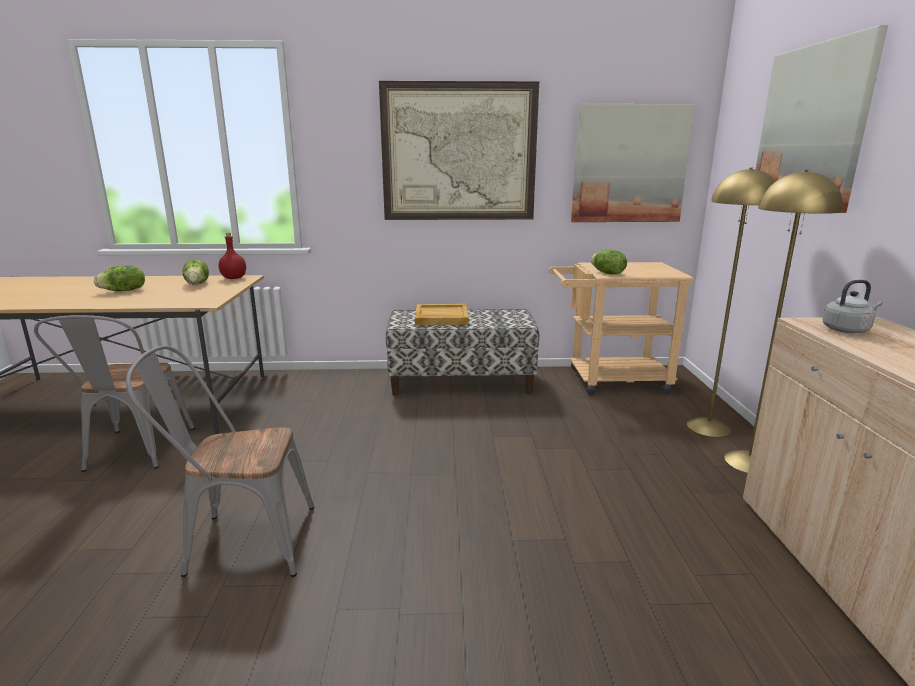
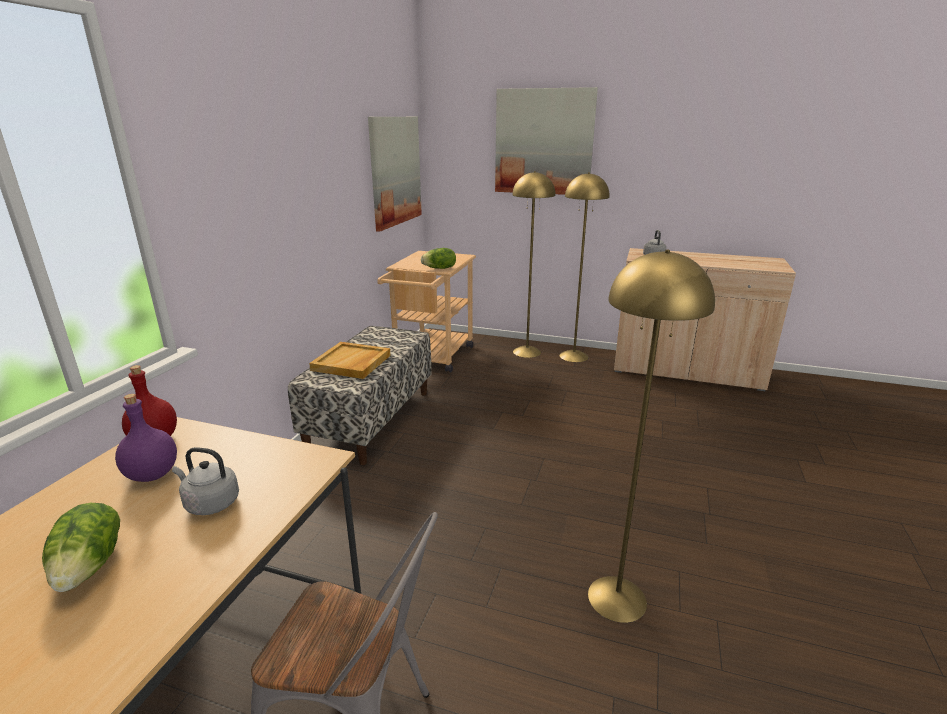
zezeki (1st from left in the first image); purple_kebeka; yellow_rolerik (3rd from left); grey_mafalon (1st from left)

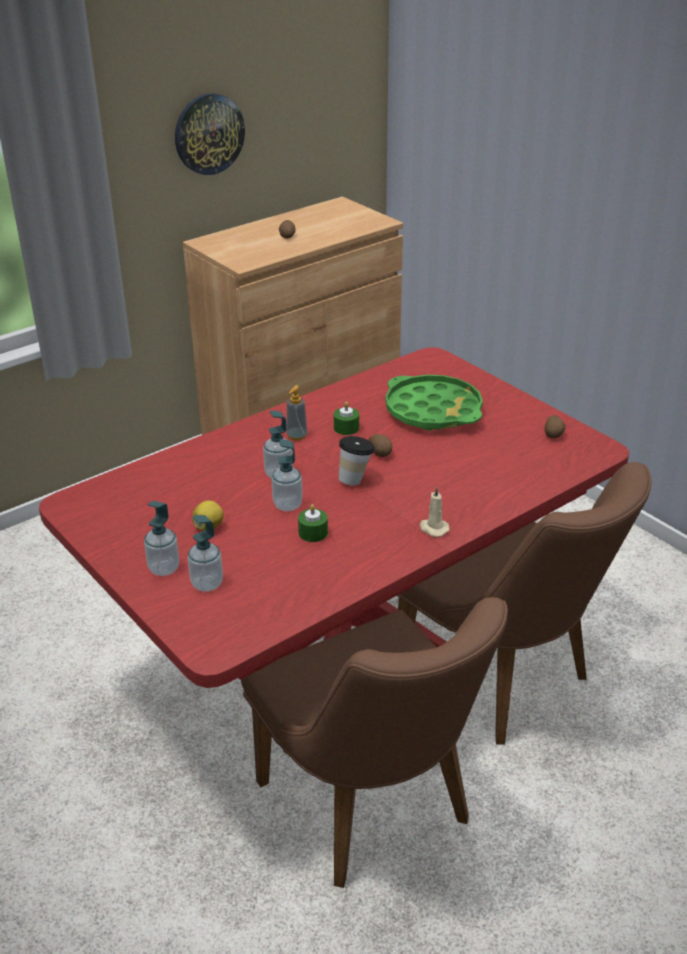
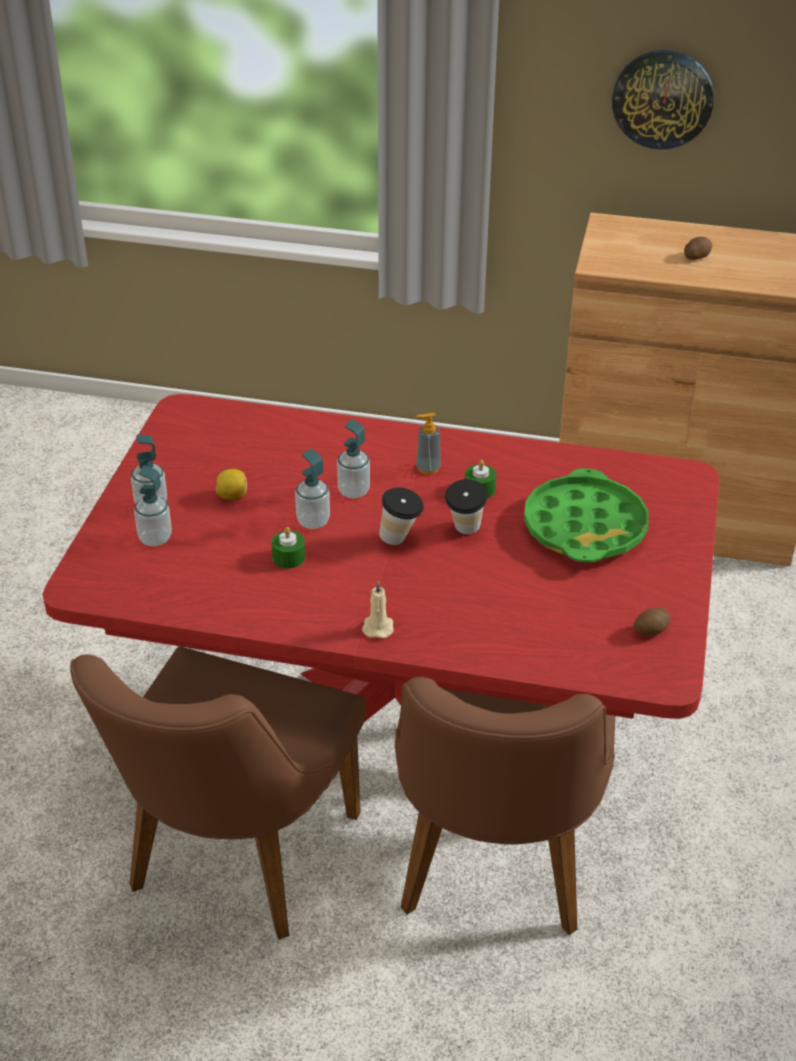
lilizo (2nd from left)

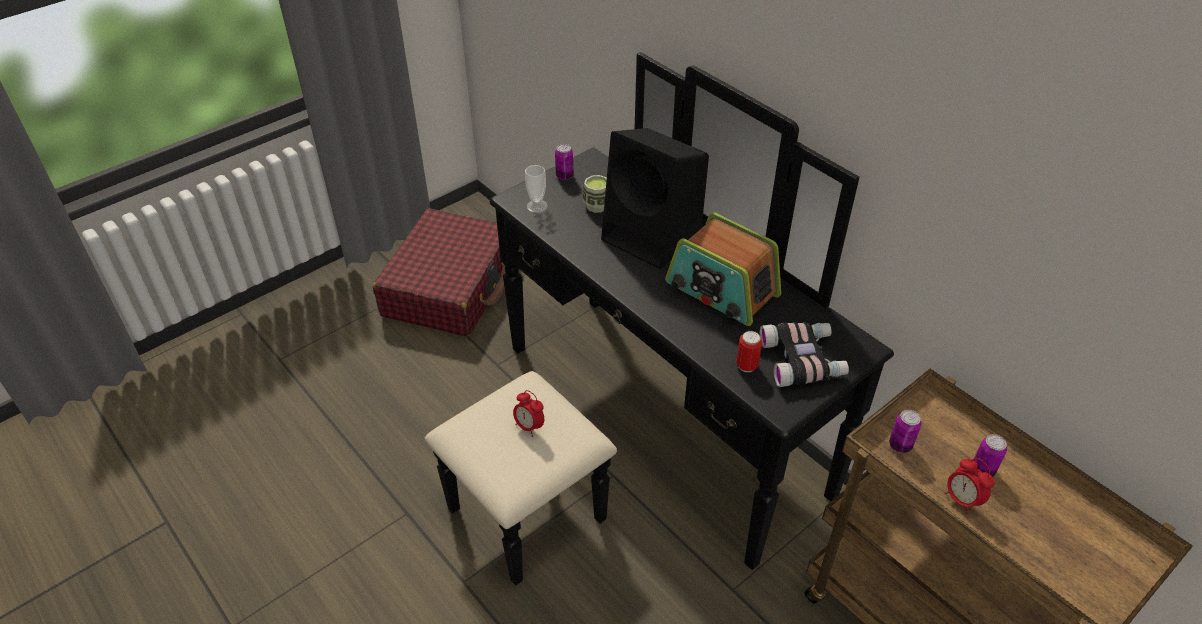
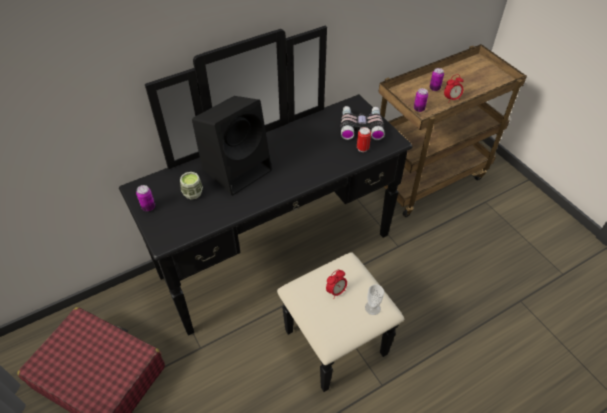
lilizo (2nd from left); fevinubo

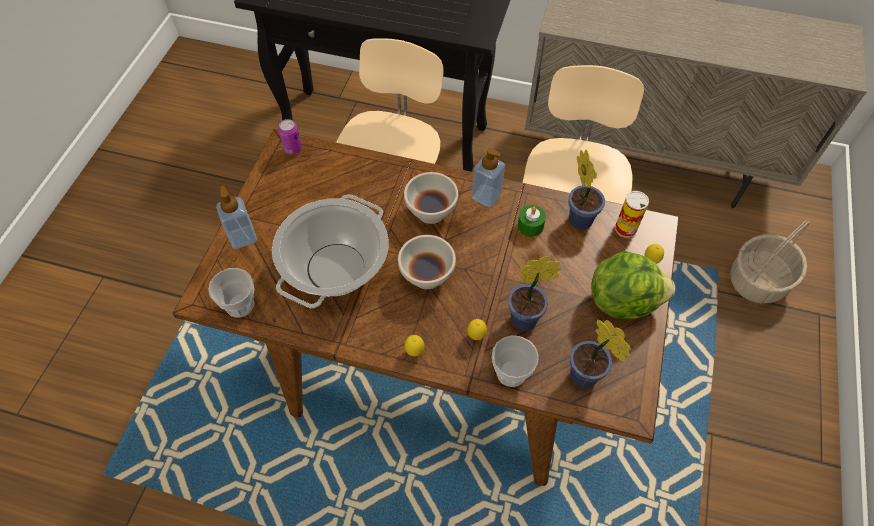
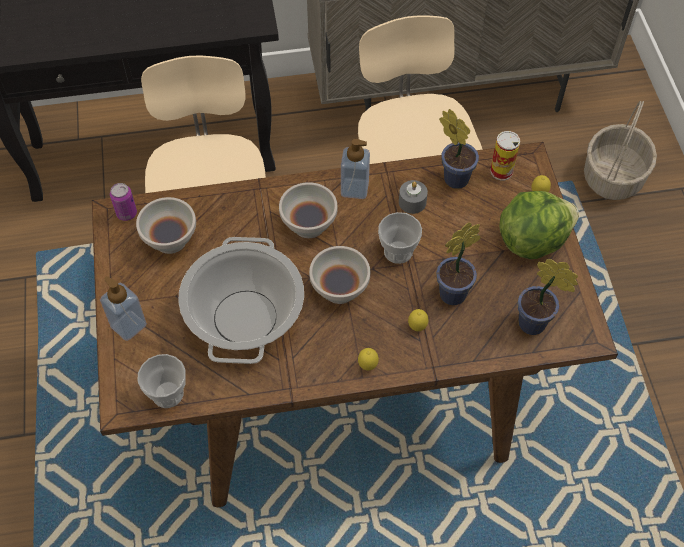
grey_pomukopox; lilizo (2nd from left); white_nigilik (1st from left)

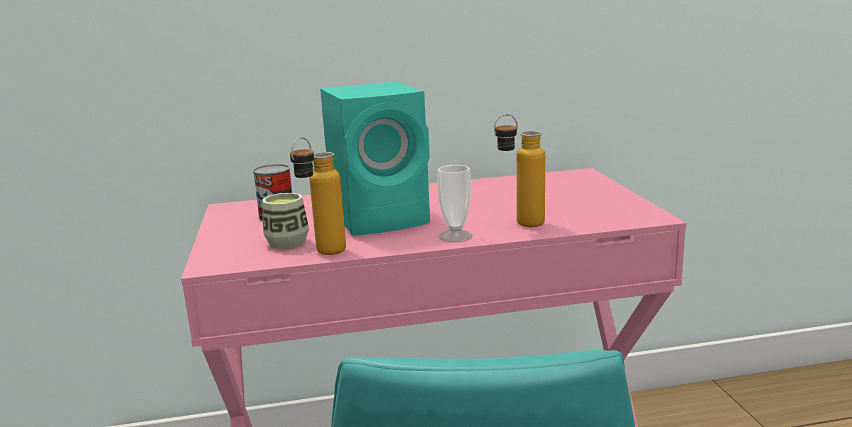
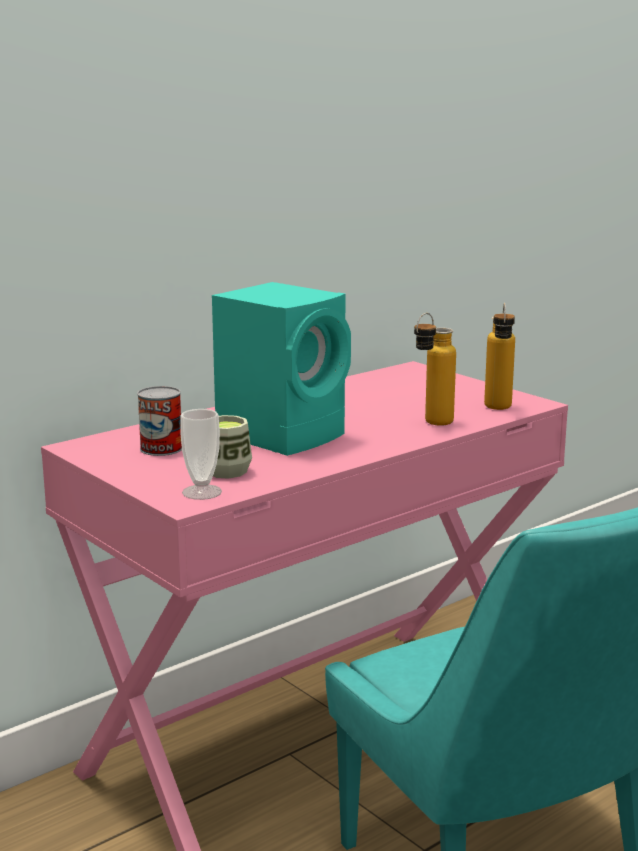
kebeka (2nd from left); lilizo (1st from left)

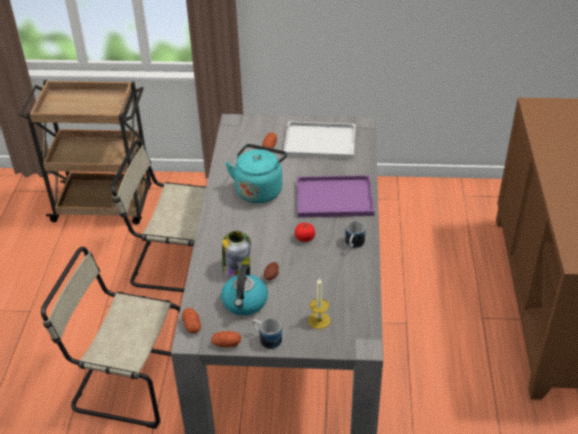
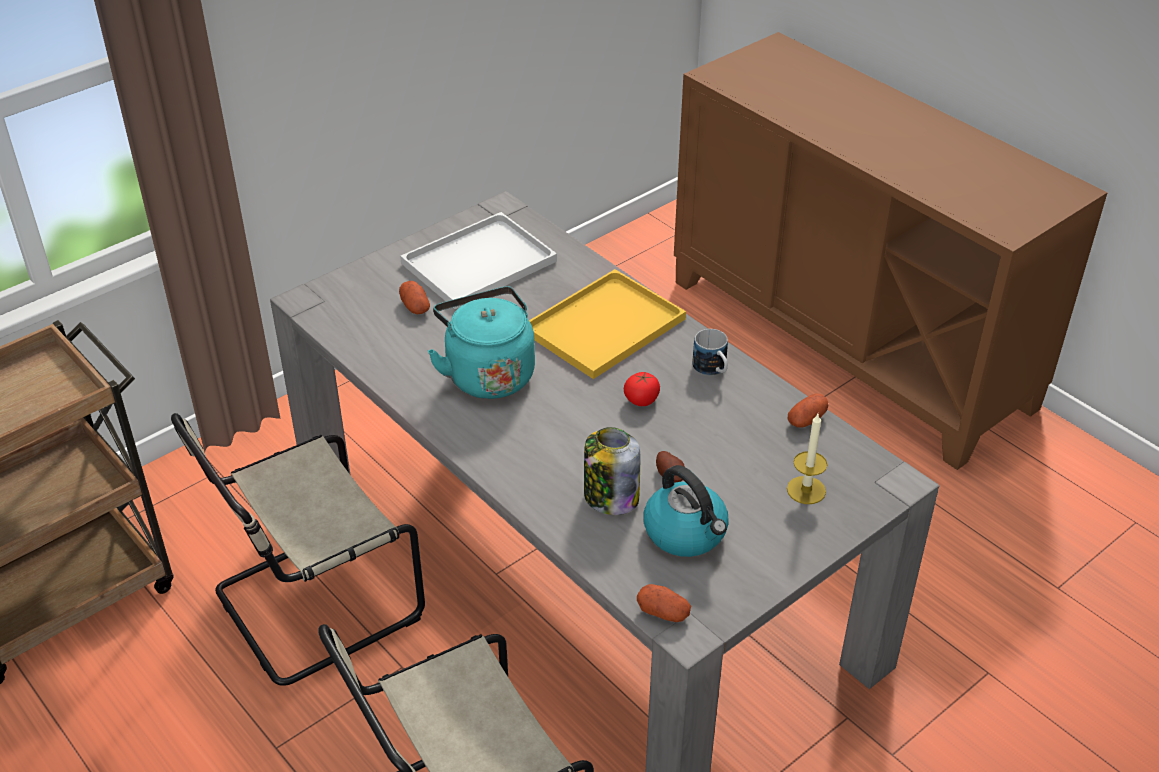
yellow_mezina; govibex (1st from left in the first image); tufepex (4th from left)

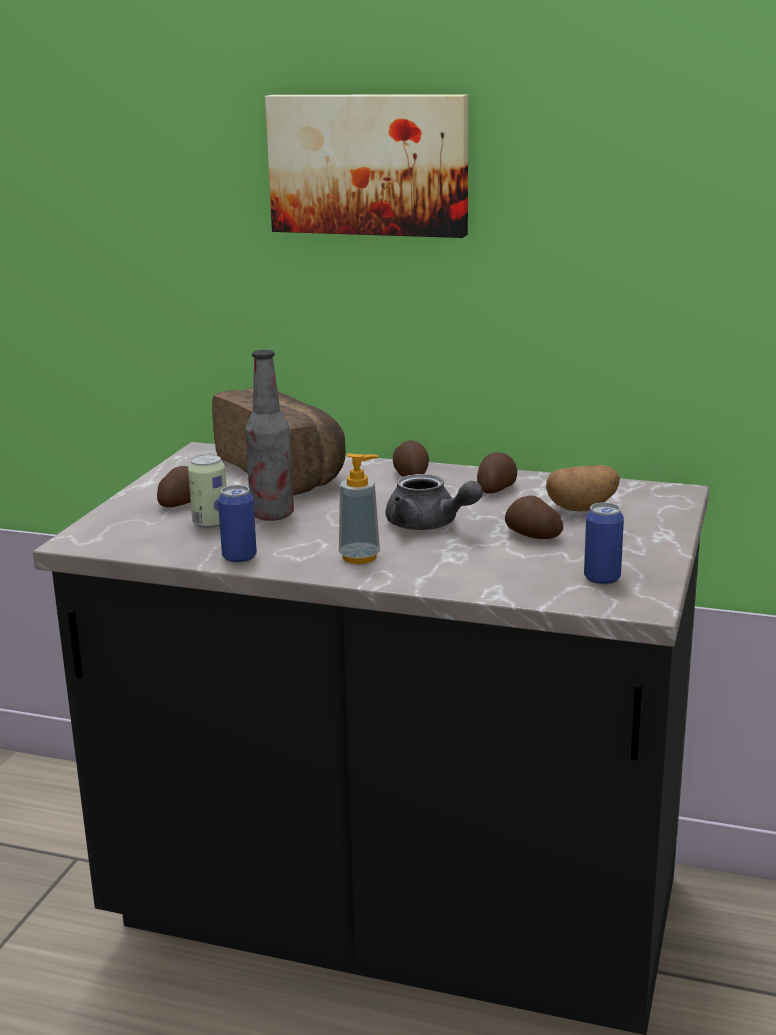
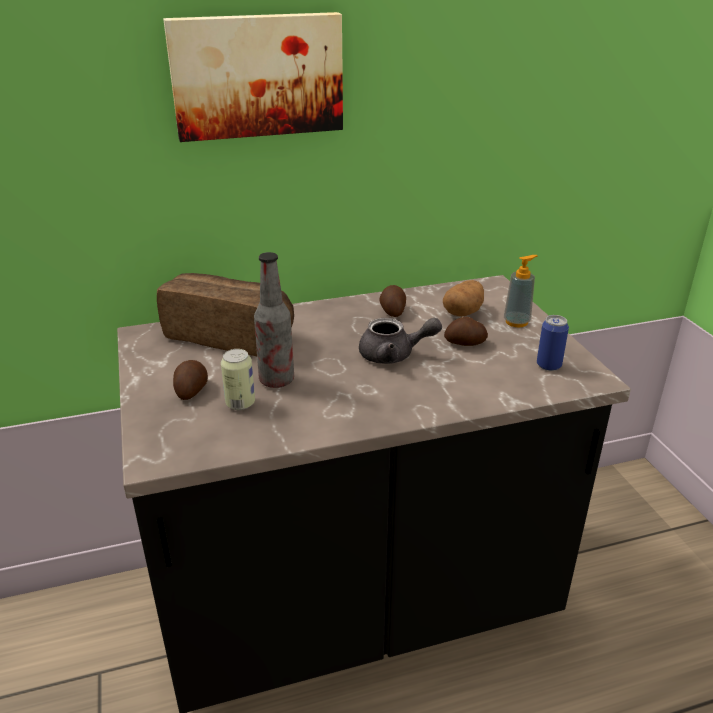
tufepex (2nd from left in the first image); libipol; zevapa (2nd from left in the first image)

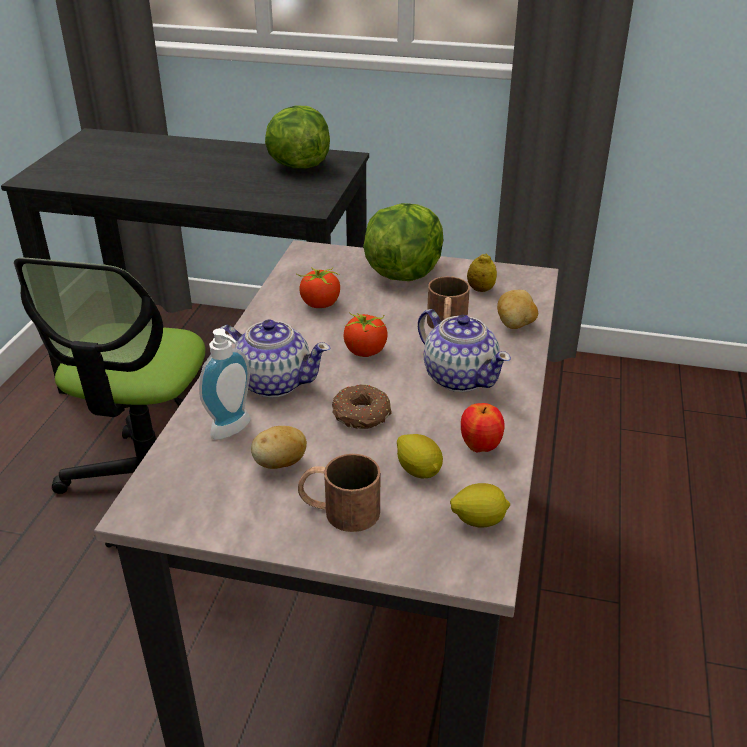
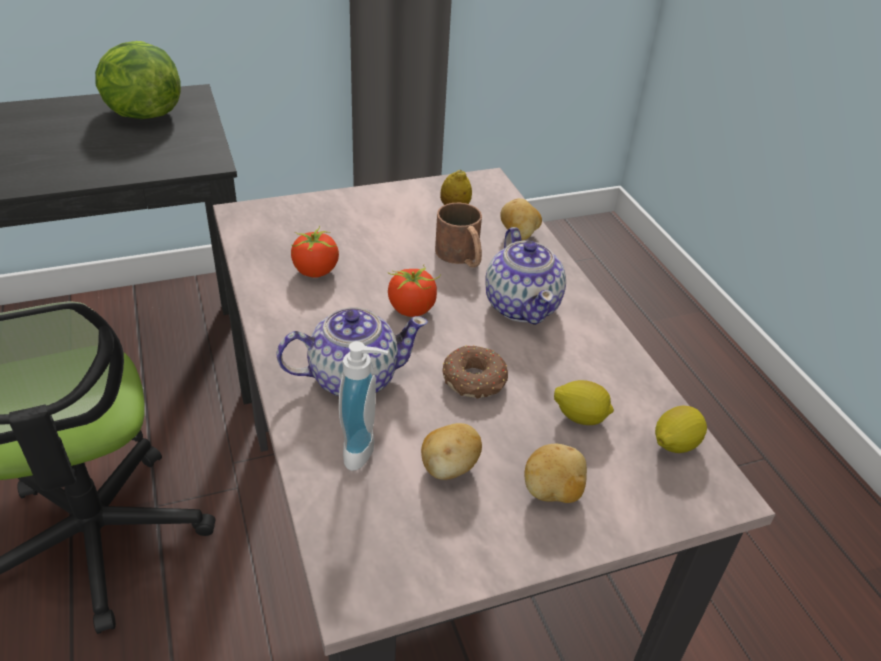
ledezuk (2nd from left in the first image); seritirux (2nd from left); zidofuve; tufepex (3rd from left)

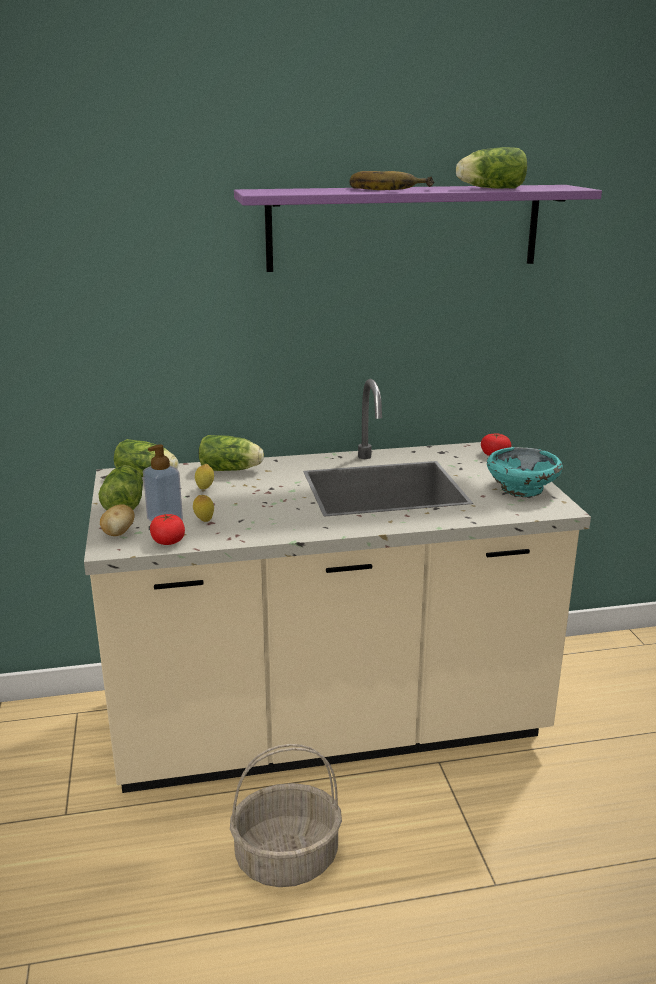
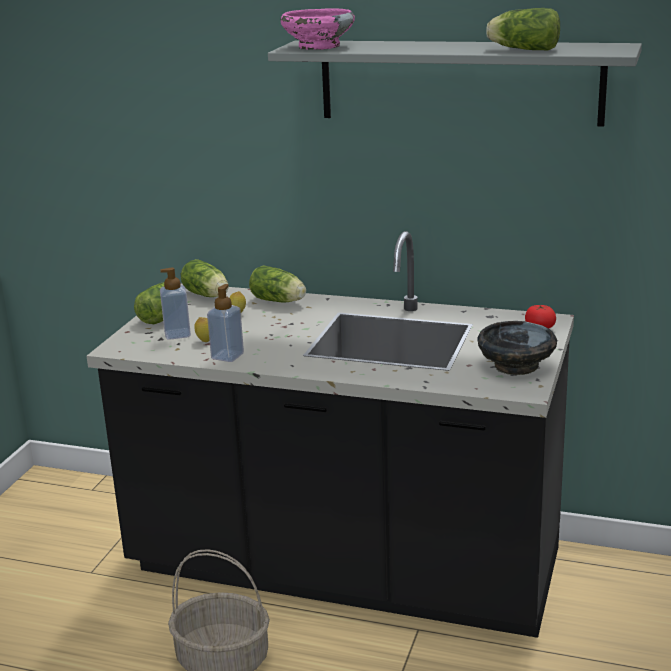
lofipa; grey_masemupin; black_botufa; black_nigilik; tufepex; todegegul (1st from left in the first image); pink_nigilik; libipol (2nd from left)

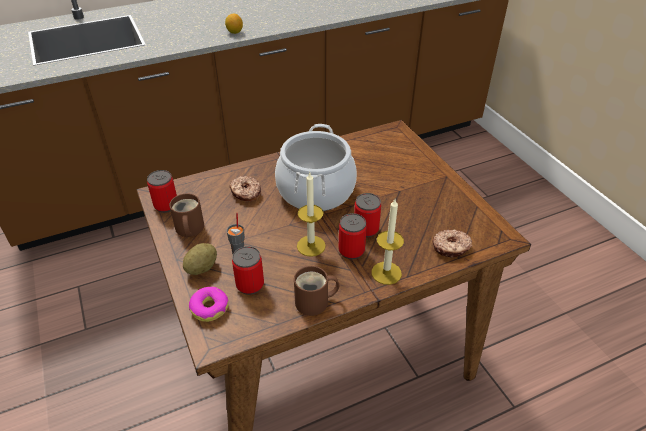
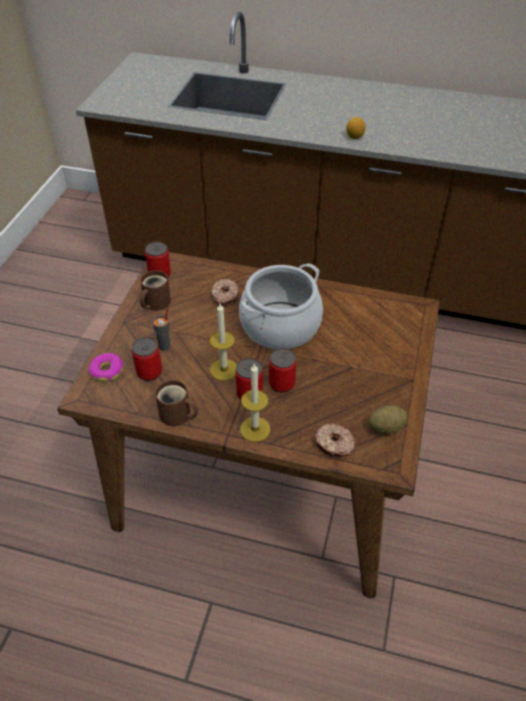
tufepex

